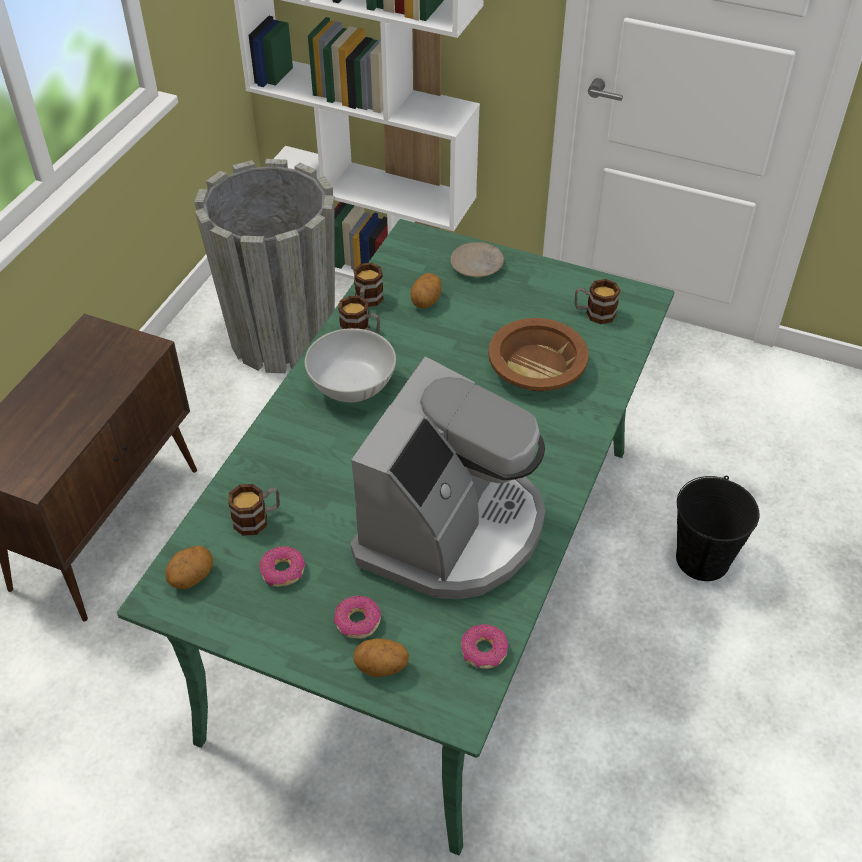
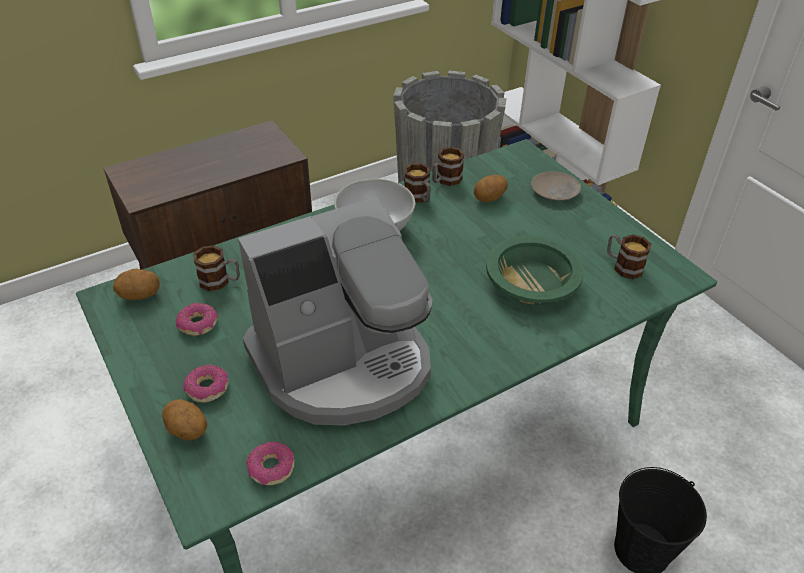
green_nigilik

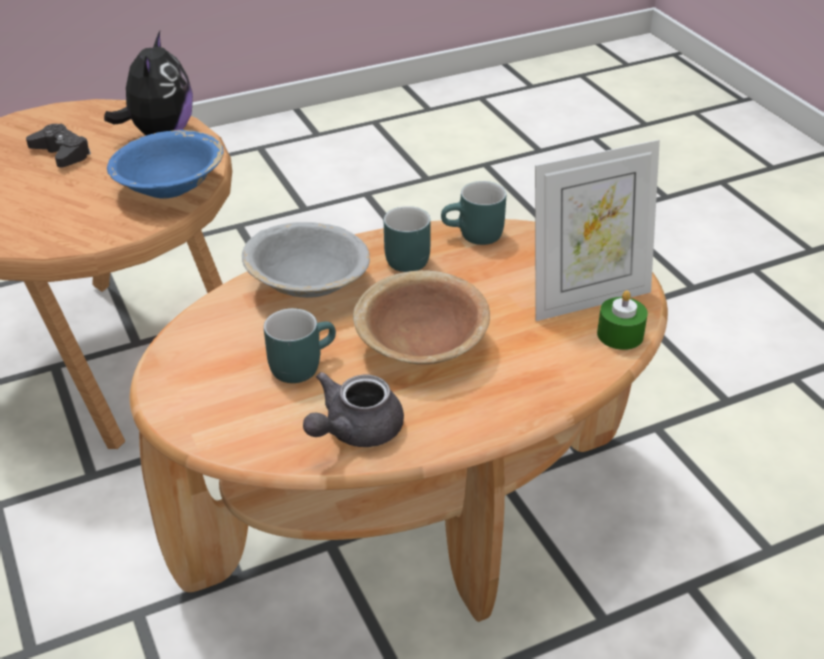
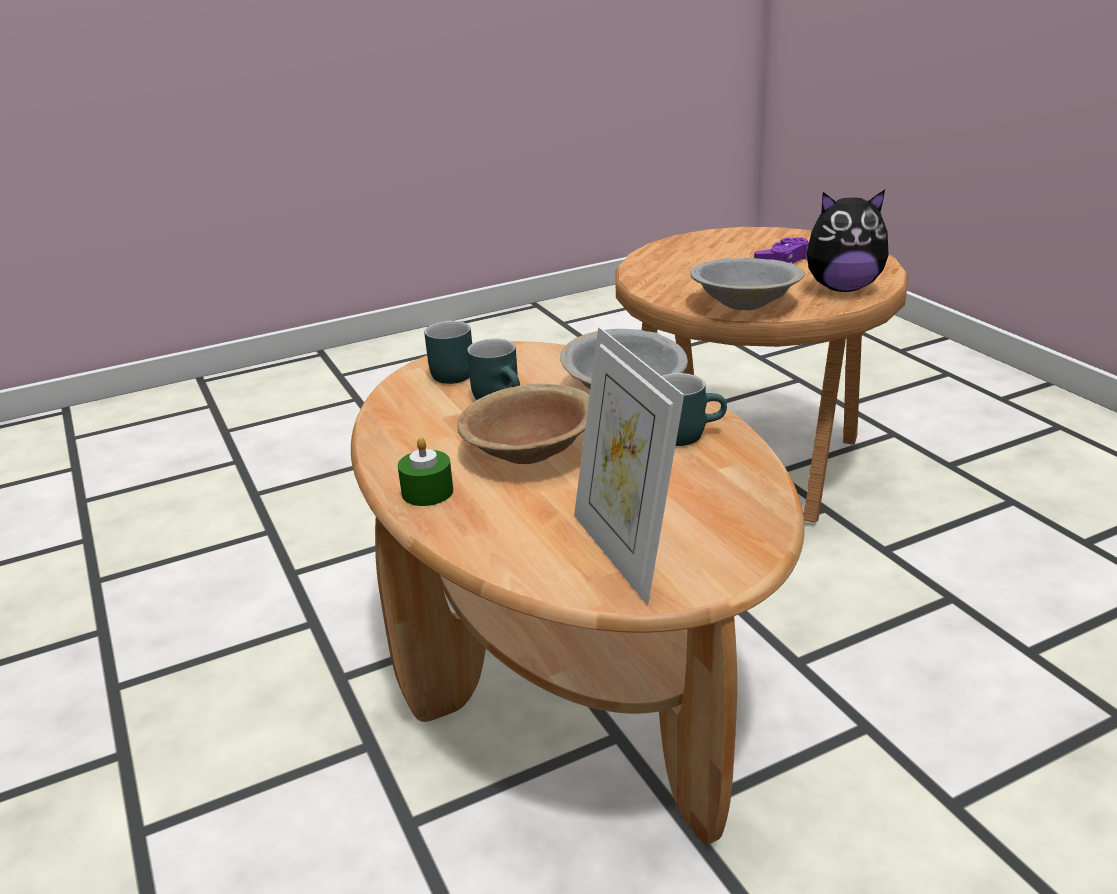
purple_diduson; grey_nigilik (2nd from left); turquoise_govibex (1st from left); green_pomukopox; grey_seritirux

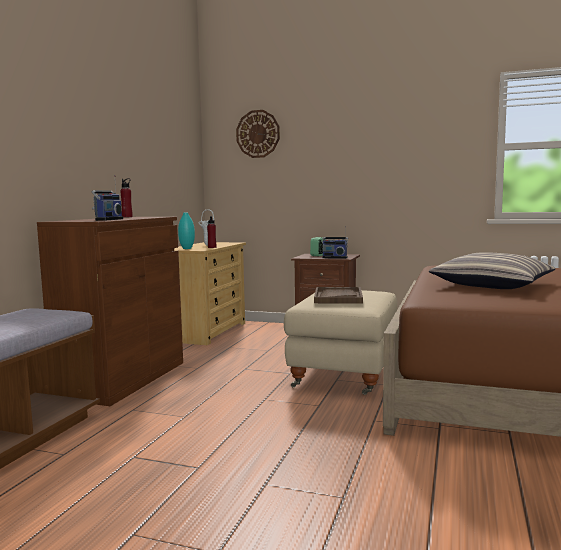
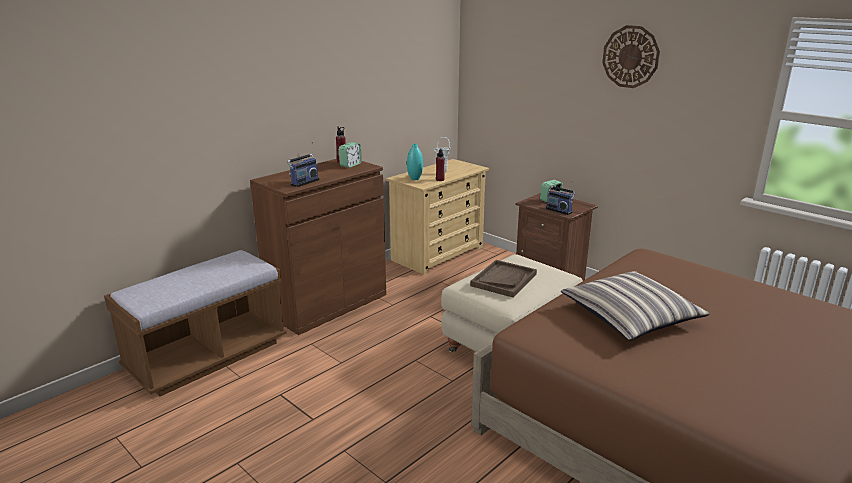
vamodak; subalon (1st from left)

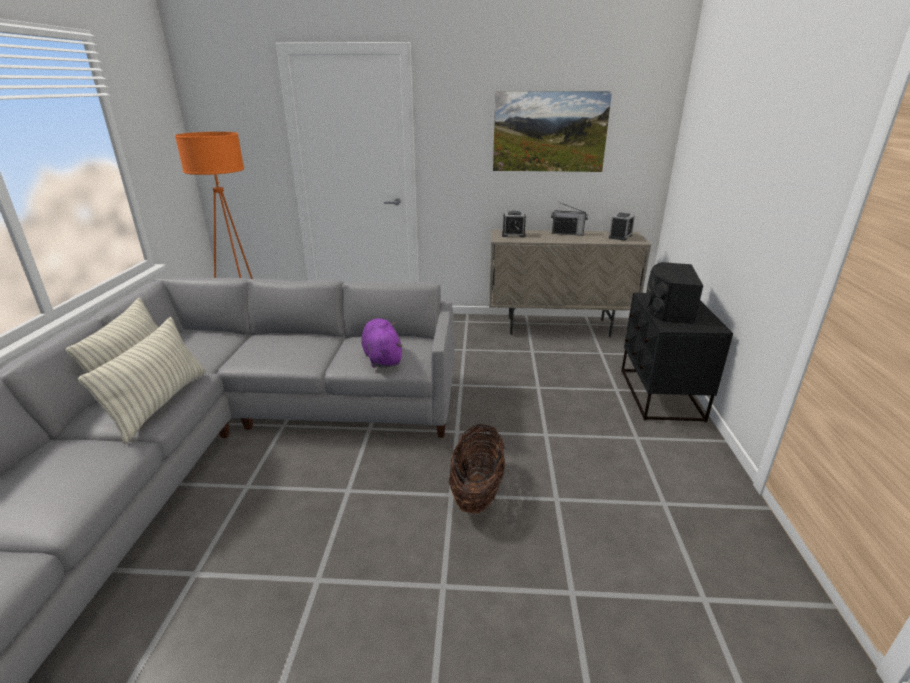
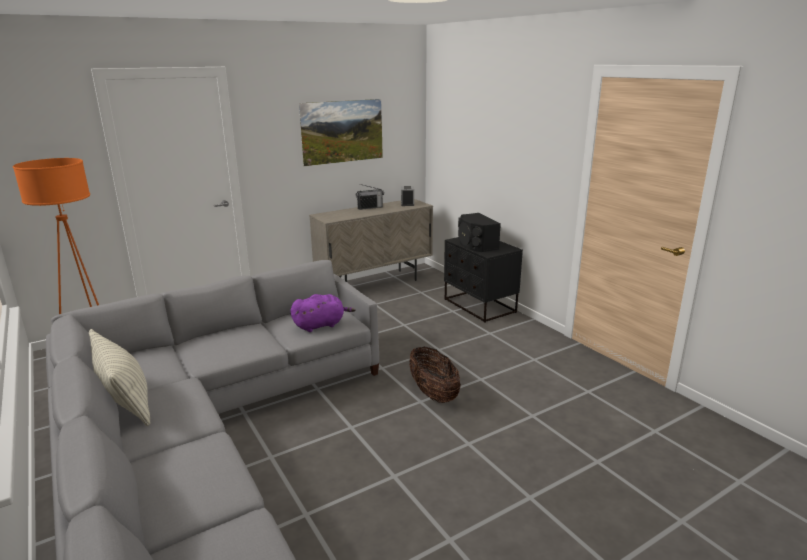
subalon (1st from left in the first image); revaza (2nd from left in the first image); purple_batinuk

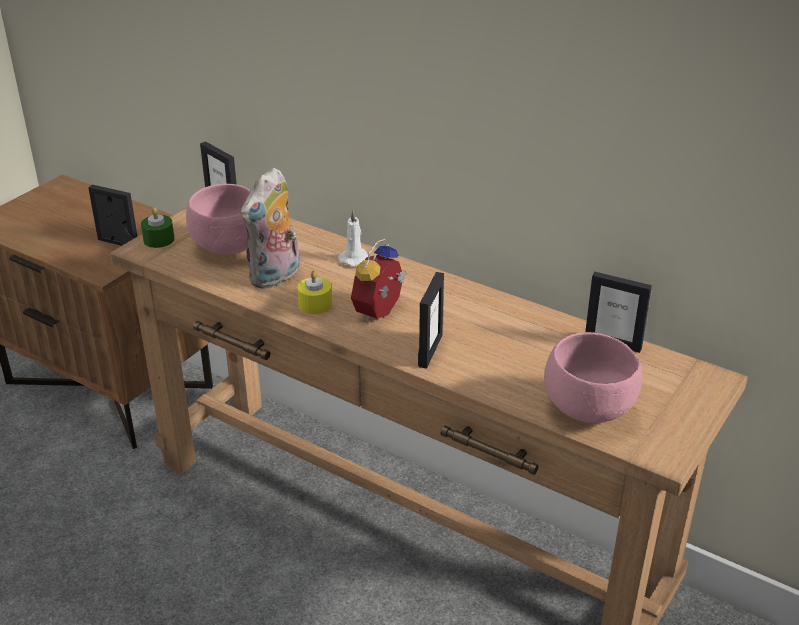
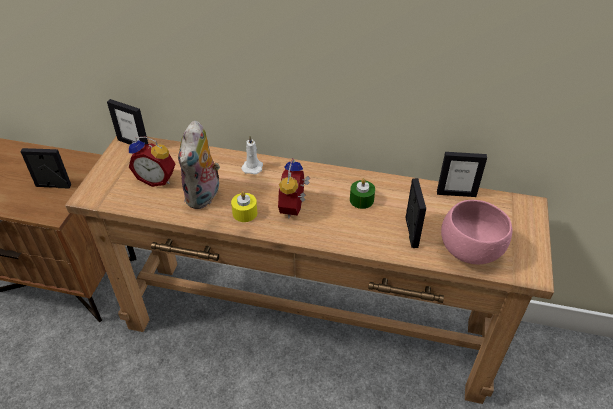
subalon (1st from left); green_pomukopox; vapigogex (3rd from left)

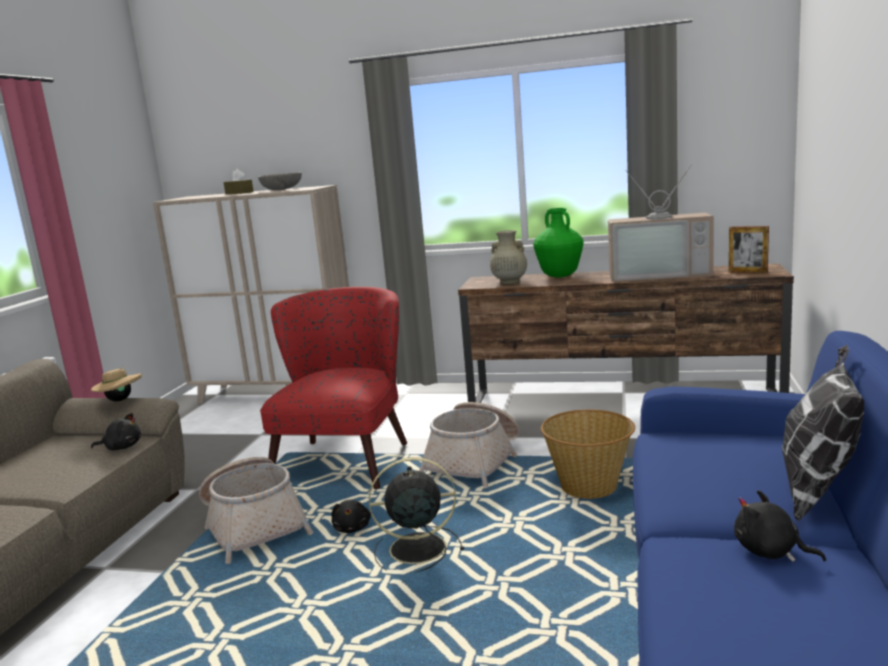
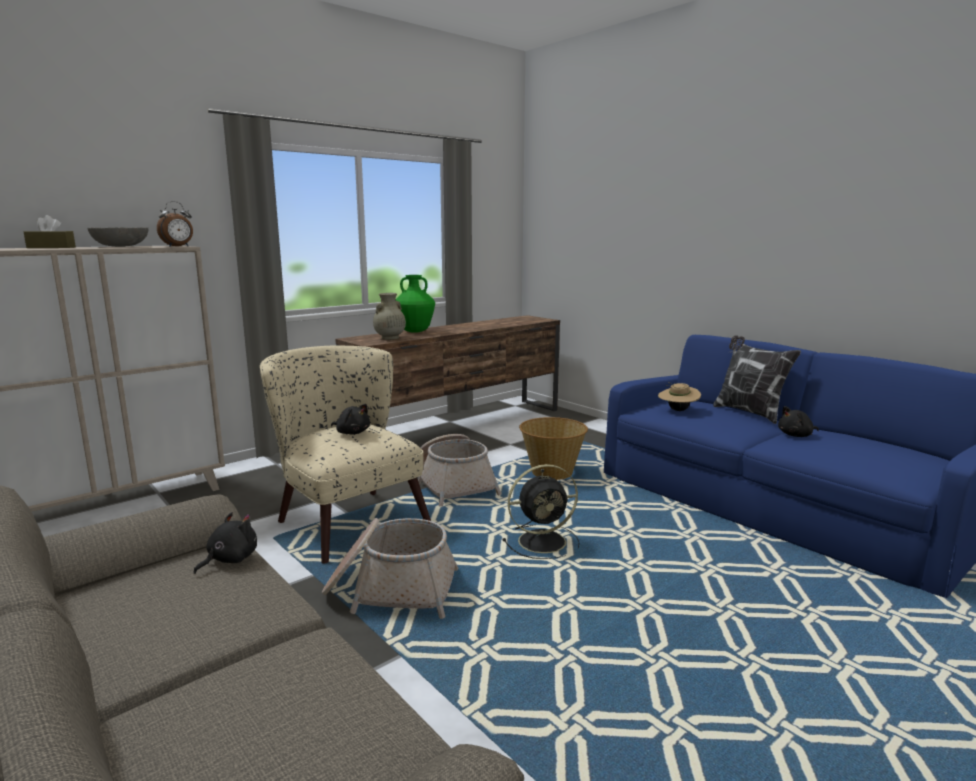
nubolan; vapigogex; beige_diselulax; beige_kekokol; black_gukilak; black_batinuk (2nd from left); subalon

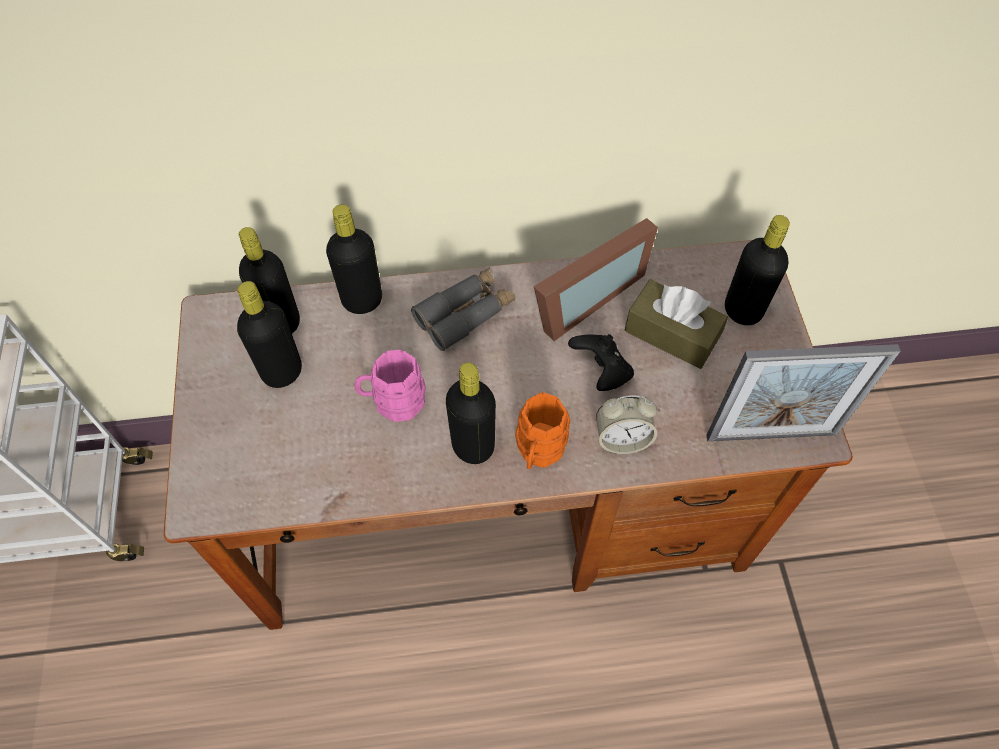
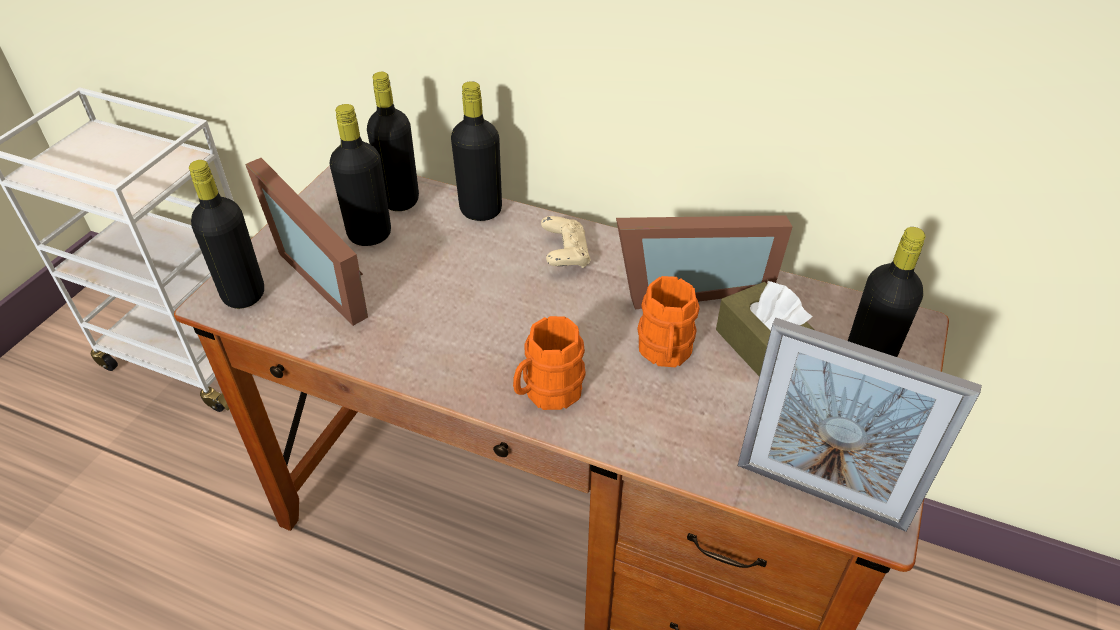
beige_diduson; orange_govibex (2nd from left); pink_govibex; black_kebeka (1st from left); subalon; vapigogex (1st from left)

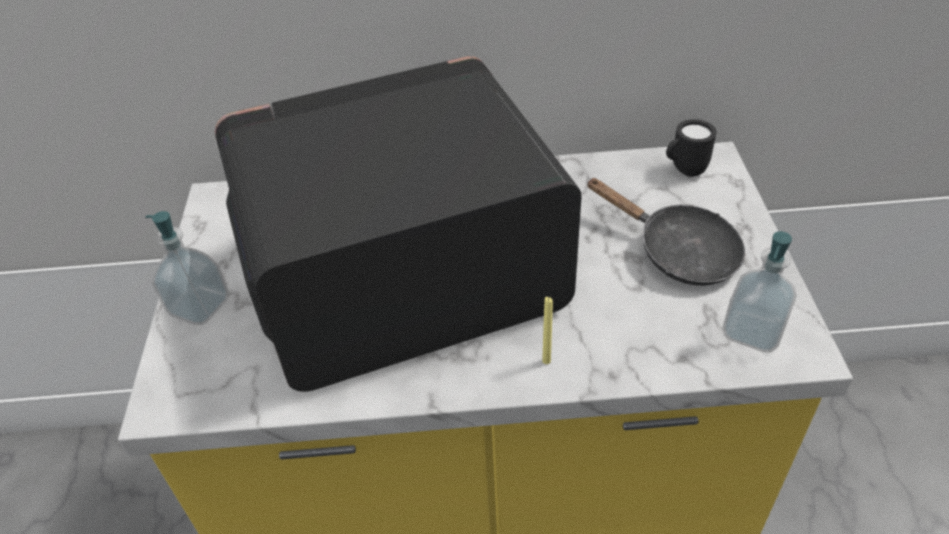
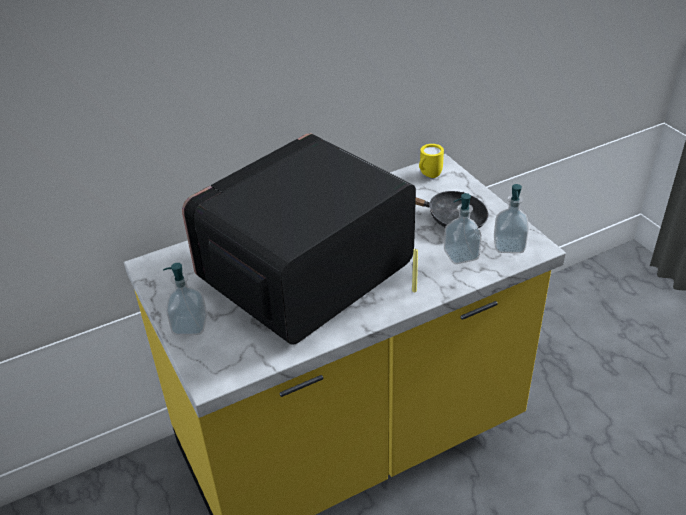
yellow_govibex; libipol (2nd from left)

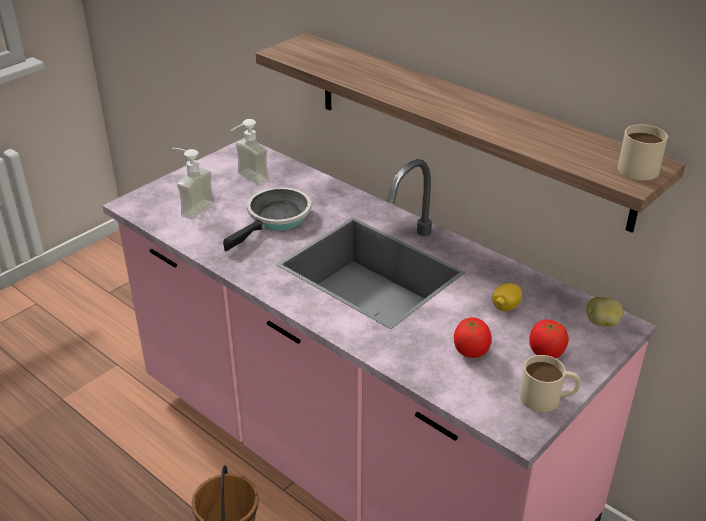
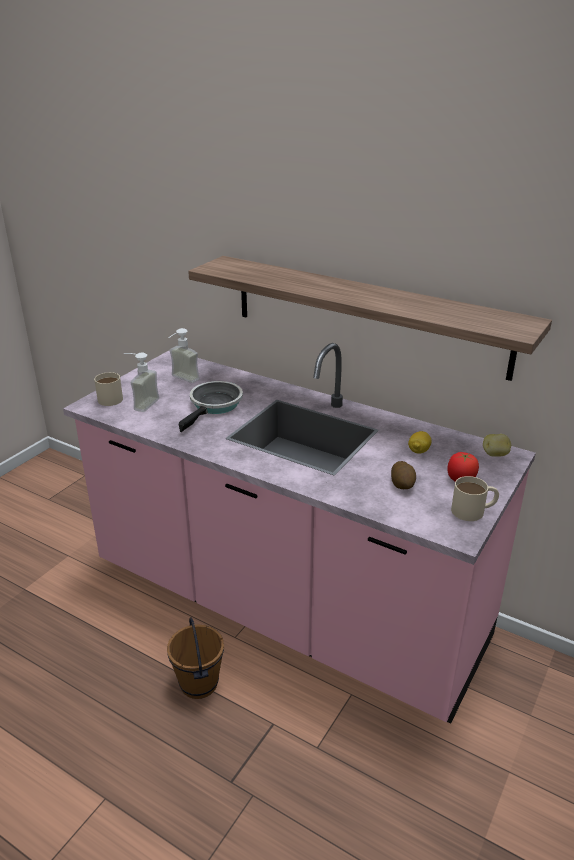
beige_govibex (1st from left); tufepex (1st from left)

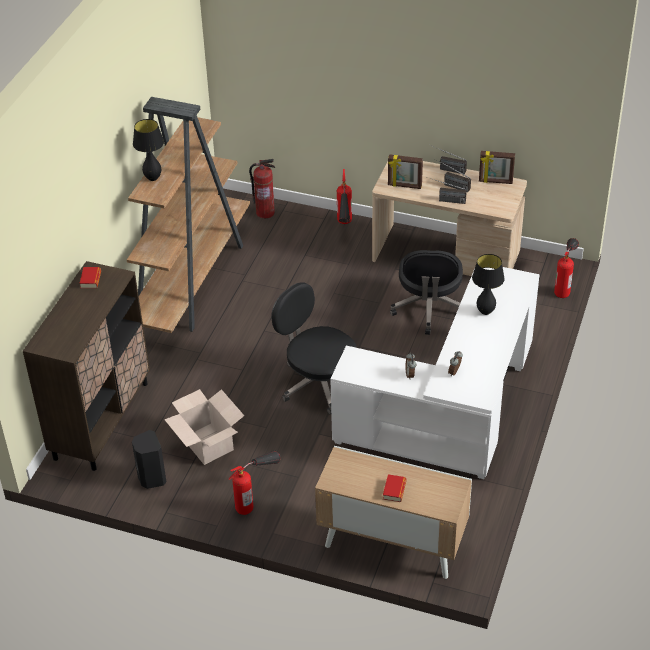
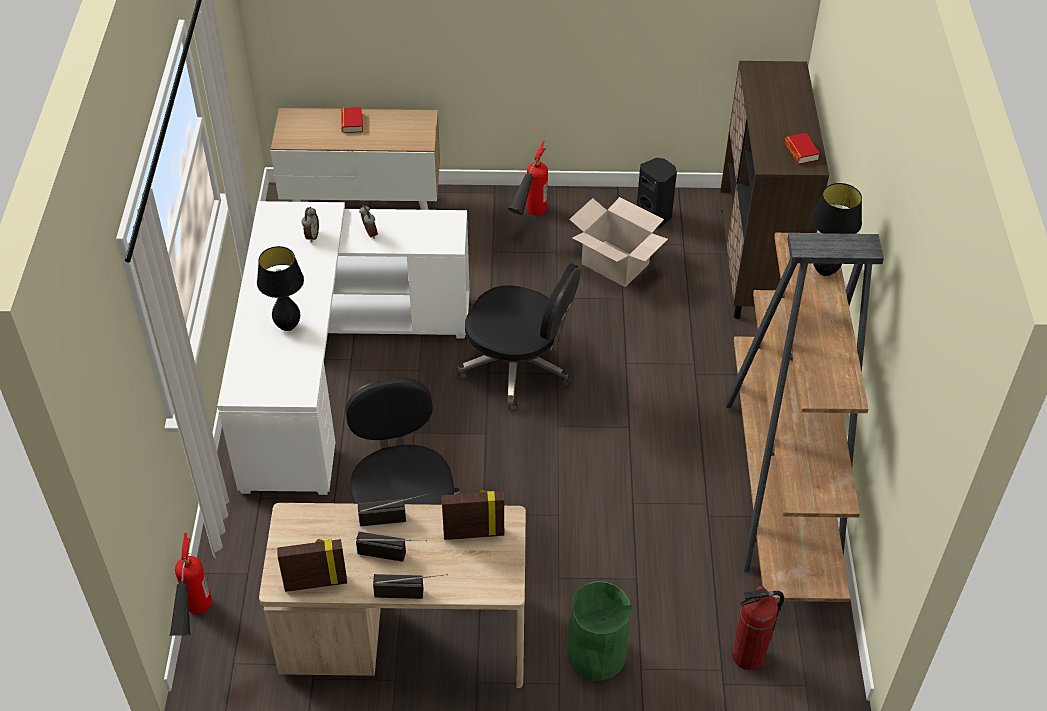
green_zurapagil

